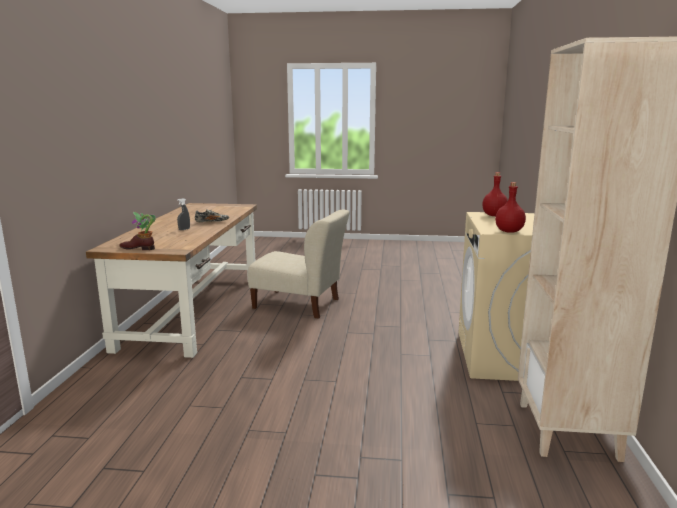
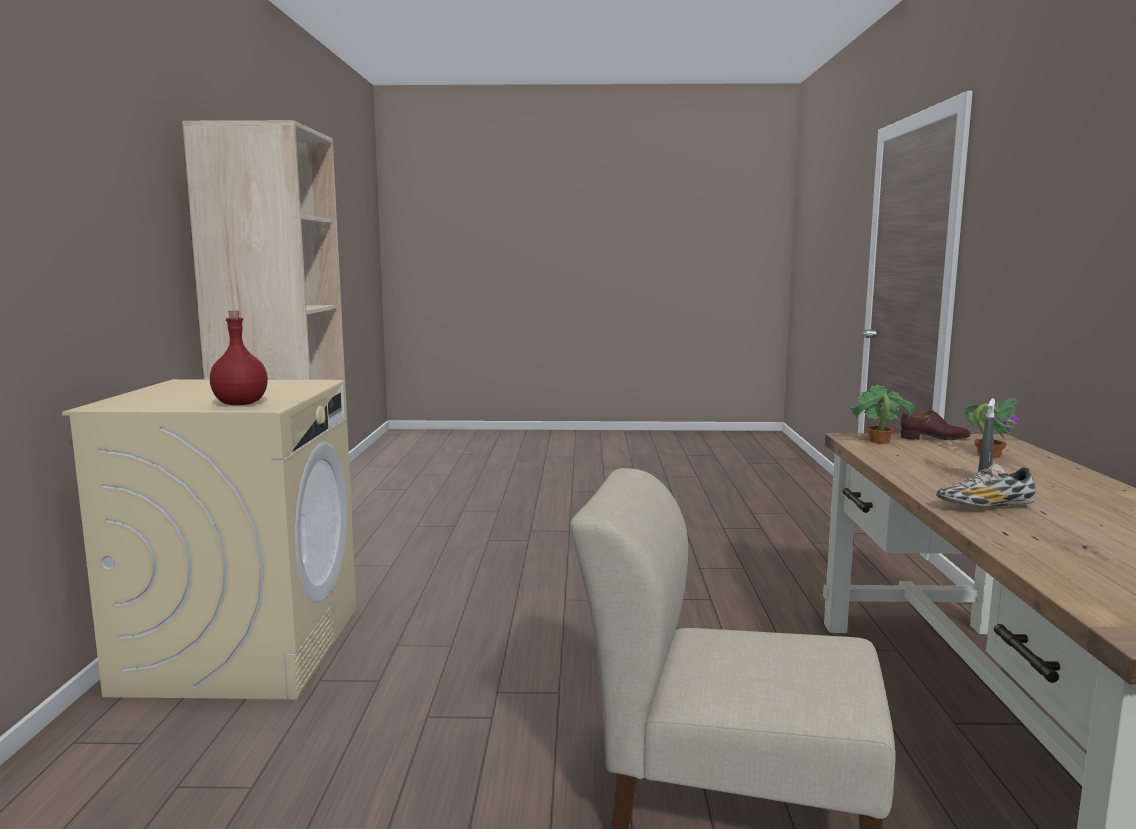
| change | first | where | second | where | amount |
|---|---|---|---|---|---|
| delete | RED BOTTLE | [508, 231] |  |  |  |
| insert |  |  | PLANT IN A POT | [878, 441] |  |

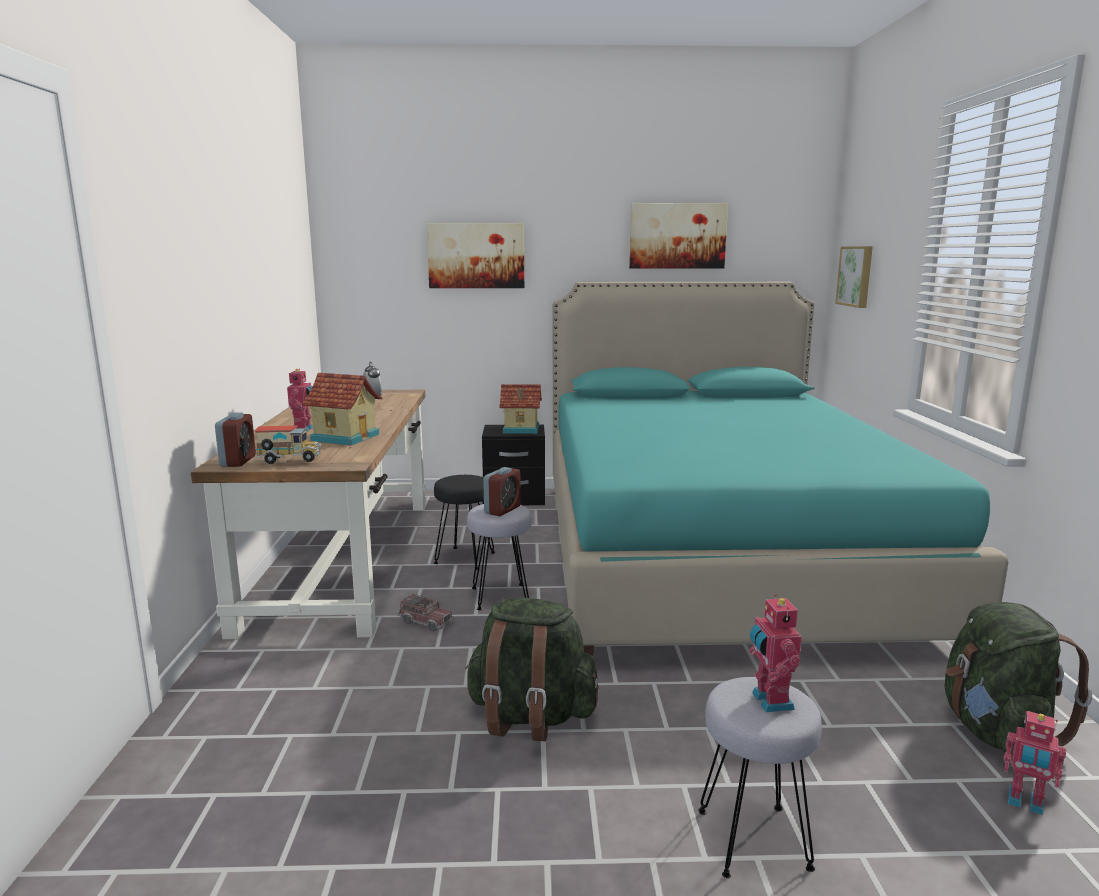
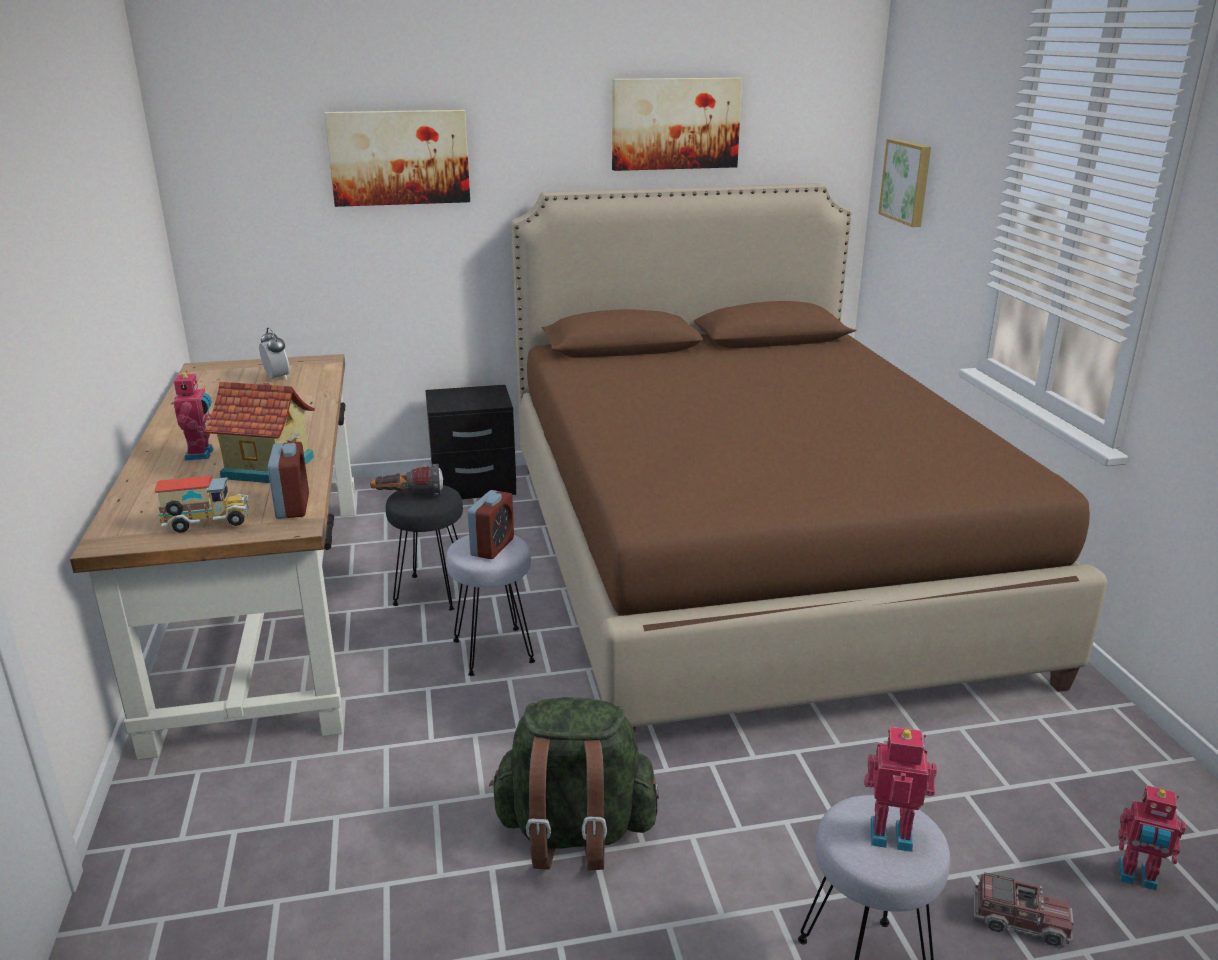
| change | first | where | second | where | amount |
|---|---|---|---|---|---|
| move | ALARM CLOCK | [238, 461] |  | [293, 506] |  |
| move | MODEL TRUCK | [426, 622] |  | [1019, 921] |  |
| delete | TOY HOUSE | [521, 429] |  |  |  |
| recolor | TURQUOISE BEDROOM BED | [713, 554] | BROWN BEDROOM BED | [743, 558] |  |
| rotate | MODEL ROBOT | [769, 701] |  | [890, 832] | 120 degrees clockwise |
| delete | GREEN KNAPSACK | [996, 732] |  |  |  |
| insert |  |  | HAND TORCH | [408, 496] |  |

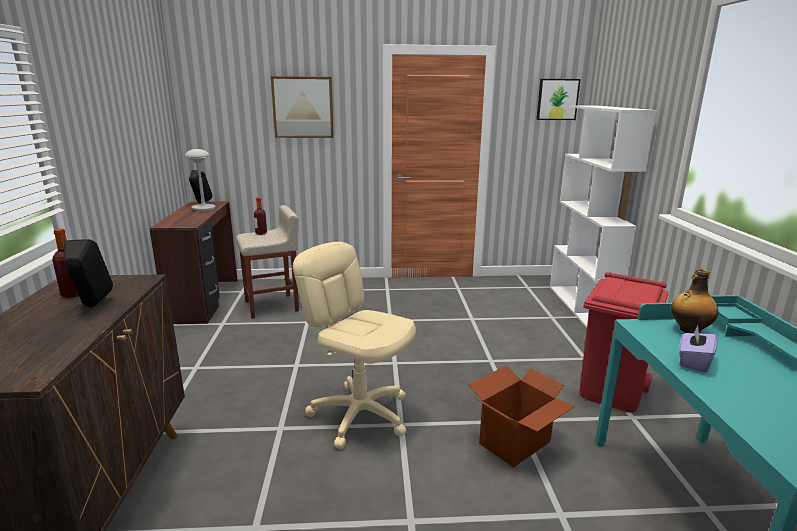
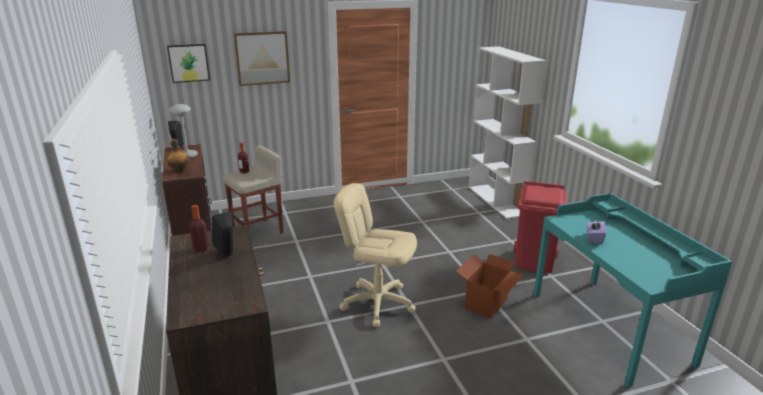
| change | first | where | second | where | amount |
|---|---|---|---|---|---|
| move | WALL ART | [557, 99] |  | [189, 63] |  |
| move | BOTTLE | [689, 330] |  | [180, 171] |  |

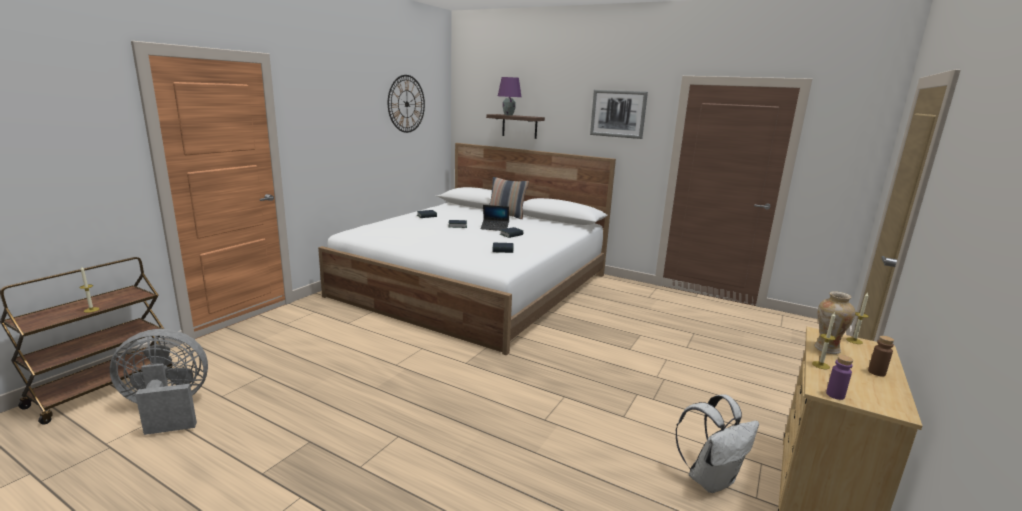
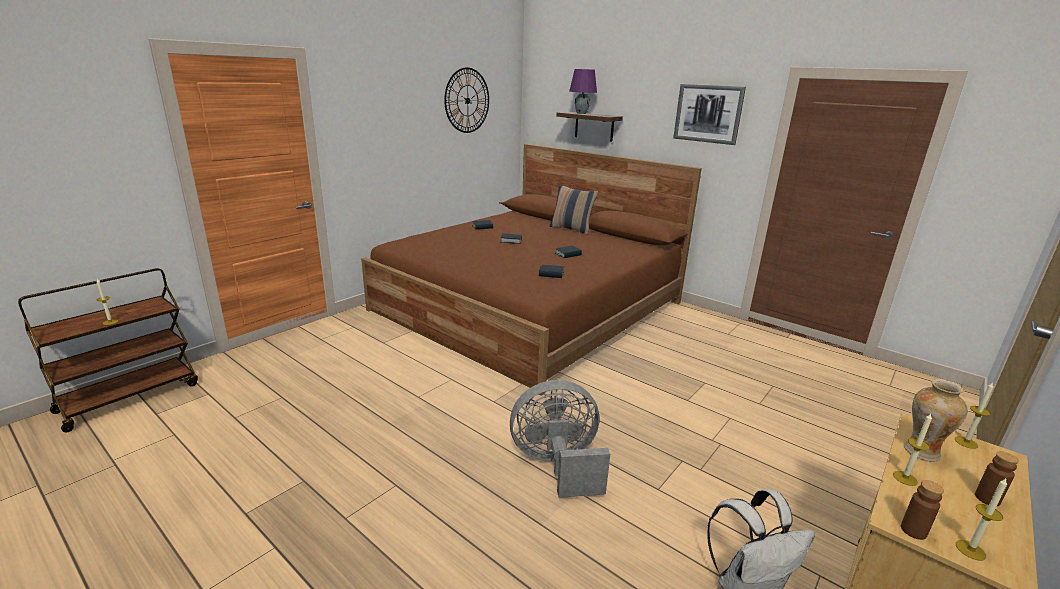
| change | first | where | second | where | amount |
|---|---|---|---|---|---|
| move | GREY ELECTRIC FAN | [167, 409] |  | [557, 465] |  |
| recolor | WHITE-COLOURED BEDROOM BED | [475, 285] | BROWN BEDROOM BED | [530, 306] |  |
| delete | PORTABLE COMPUTER | [495, 228] |  |  |  |
| recolor | PURPLE BOTTLE | [835, 395] | BROWN BOTTLE | [913, 531] |  |
| insert |  |  | WAX CANDLE | [970, 550] |  |

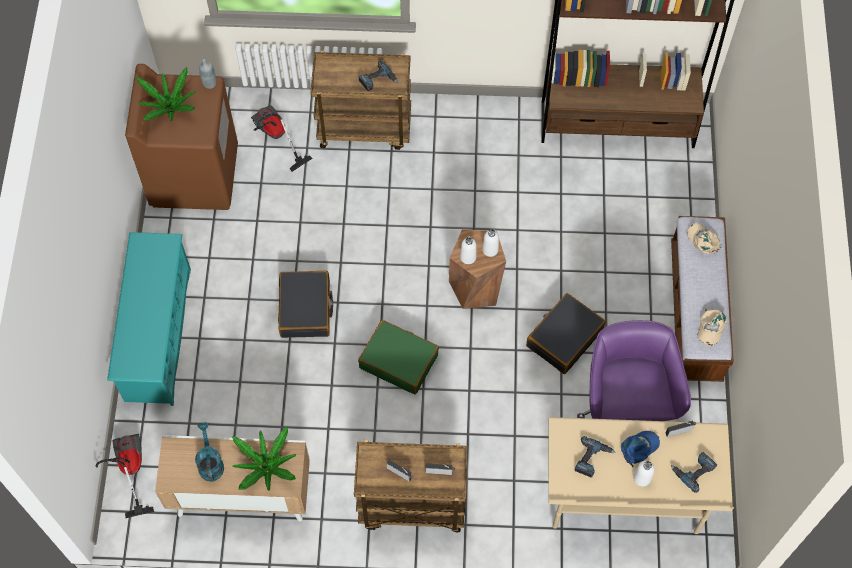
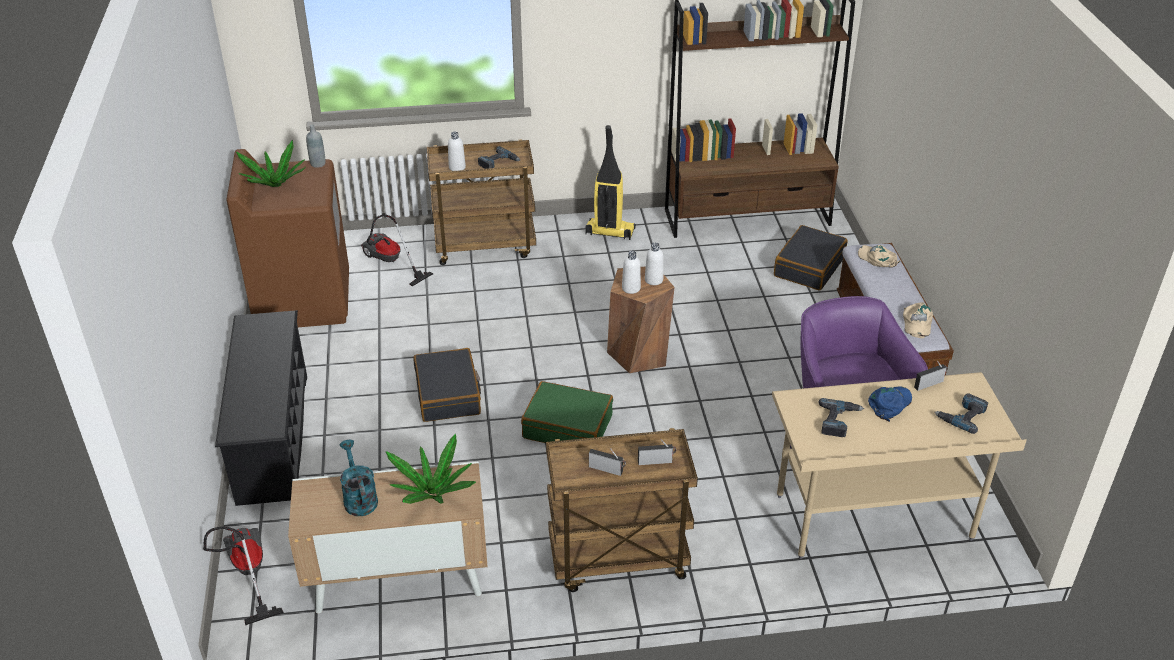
| change | first | where | second | where | amount |
|---|---|---|---|---|---|
| recolor | TURQUOISE SHOE STAND | [158, 335] | BLACK-COLOURED SHOE STAND | [273, 438] |  |
| move | BLACK-COLOURED PIECE OF LUGGAGE | [564, 337] |  | [808, 267] |  |
| move | WHITE-COLOURED BOTTLE | [642, 478] |  | [457, 167] |  |
| insert |  |  | VACUUM | [609, 232] |  |

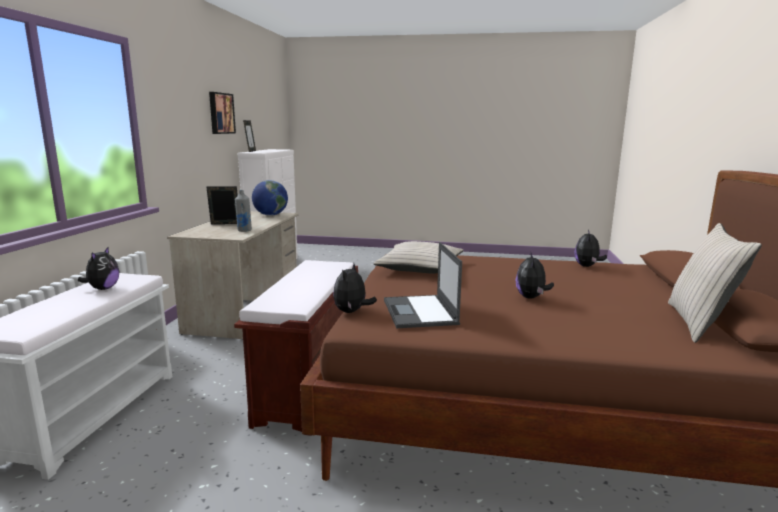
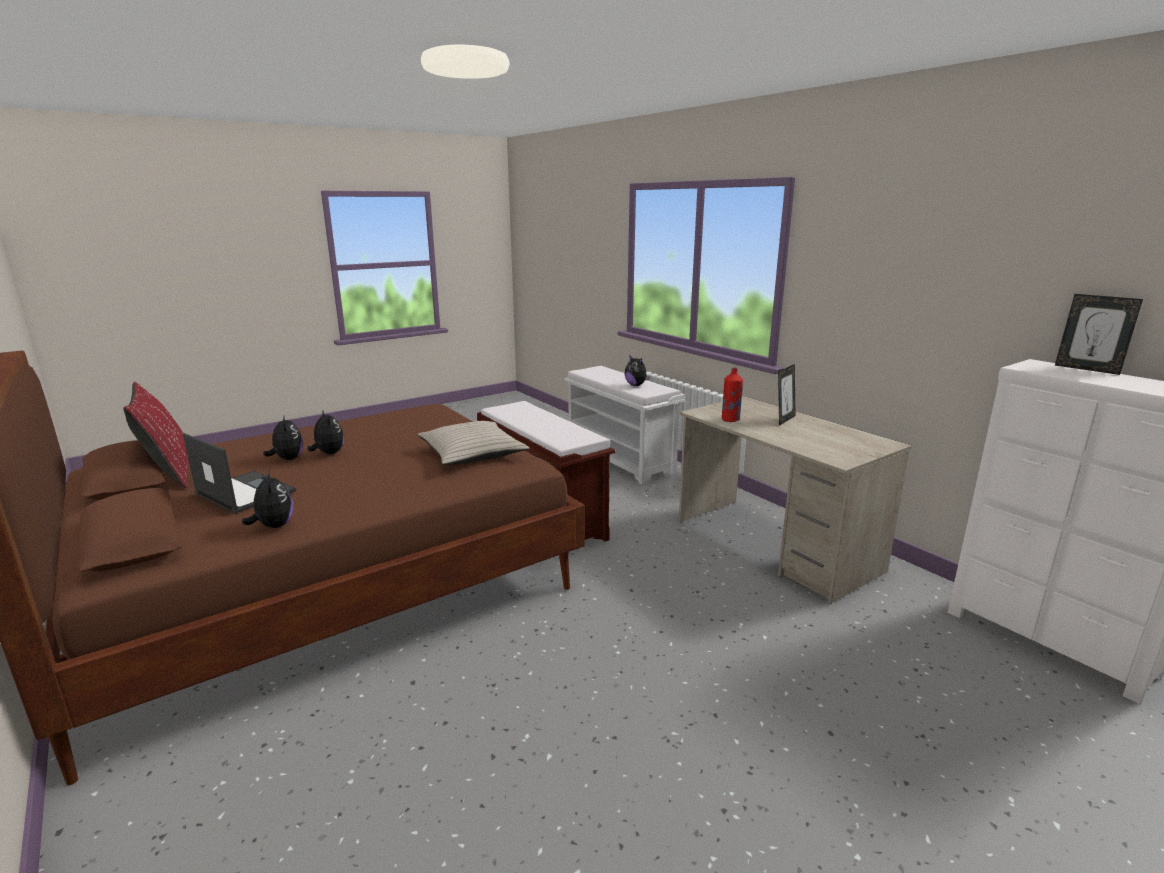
| change | first | where | second | where | amount |
|---|---|---|---|---|---|
| delete | WALL ART | [220, 113] |  |  |  |
| recolor | GREY BOTTLE | [244, 230] | RED BOTTLE | [730, 420] |  |
| delete | WORLD GLOBE | [270, 215] |  |  |  |
| move | CUDDLY TOY | [352, 312] |  | [288, 459] |  |
| move | PORTABLE COMPUTER | [420, 312] |  | [244, 492] |  |
| recolor | BEIGE THROW PILLOW | [699, 324] | RED THROW PILLOW | [169, 474] |  |

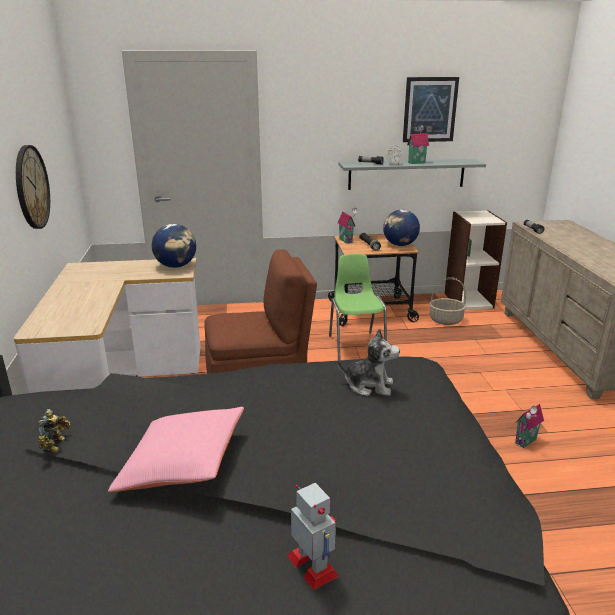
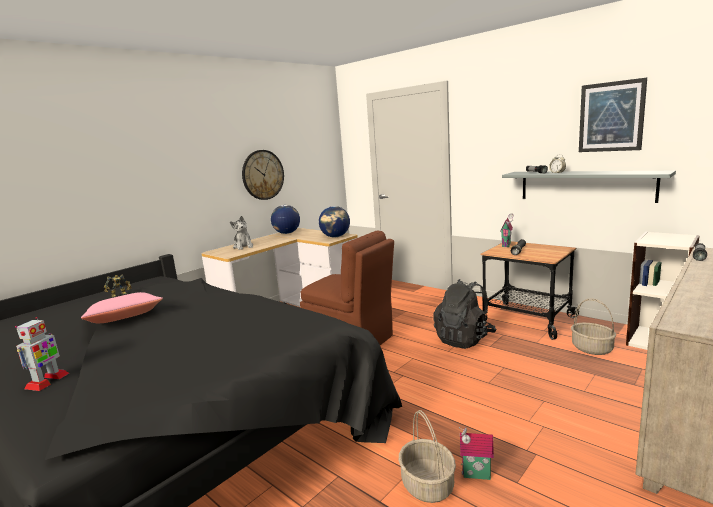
| change | first | where | second | where | amount |
|---|---|---|---|---|---|
| replace | GREEN PLAIN CHAIR | [356, 346] | BLACK-COLOURED KNAPSACK | [464, 339] |  |
| move | CUDDLY TOY | [369, 385] |  | [243, 246] |  |
| move | WORLD GLOBE | [400, 245] |  | [286, 233] |  |
| delete | TOY HOUSE | [416, 162] |  |  |  |
| insert |  |  | BASKET | [428, 485] |  |

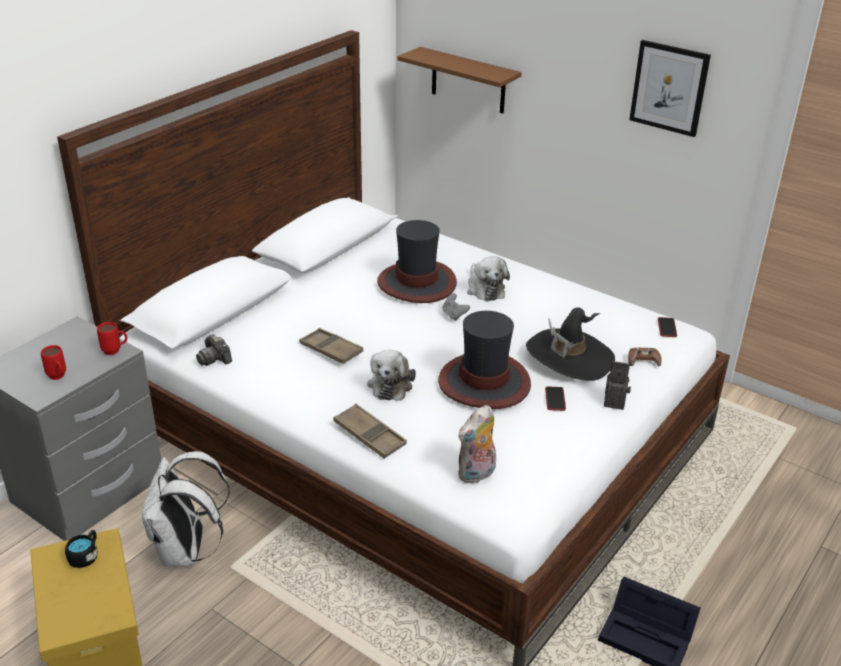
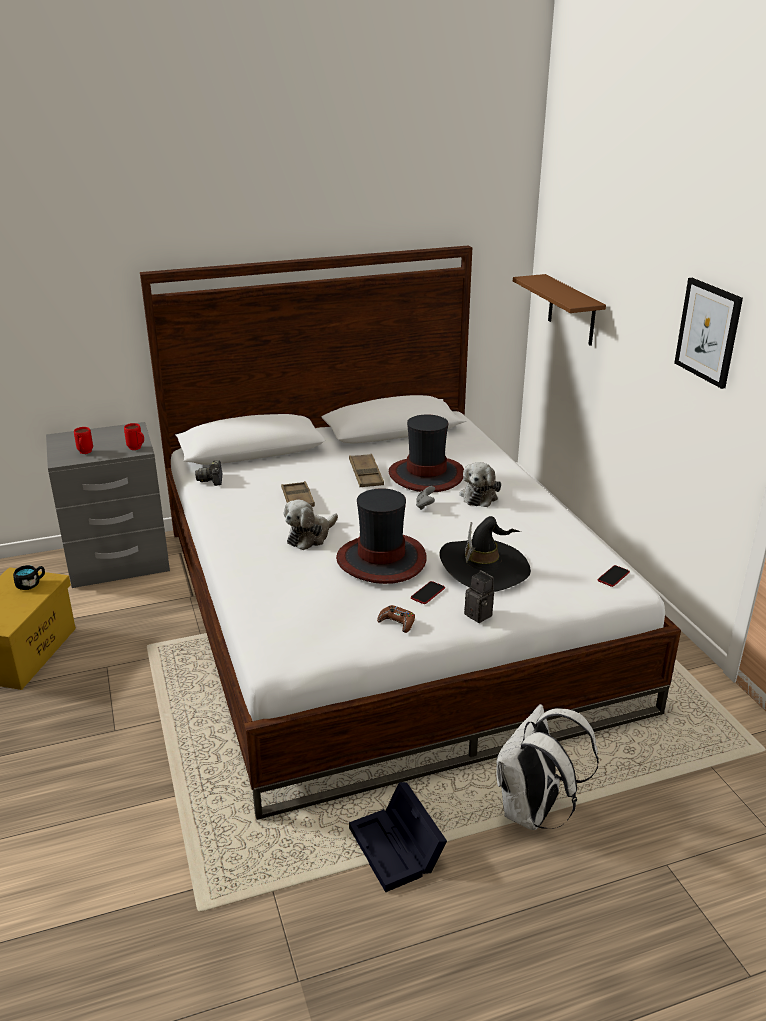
| change | first | where | second | where | amount |
|---|---|---|---|---|---|
| move | WHITE-COLOURED KNAPSACK | [186, 551] |  | [533, 812] |  |
| move | BROWN TRAY | [369, 435] |  | [366, 474] |  |
| delete | CUDDLY TOY | [477, 474] |  |  |  |
| move | BROWN JOYPAD | [643, 361] |  | [397, 622] |  |

